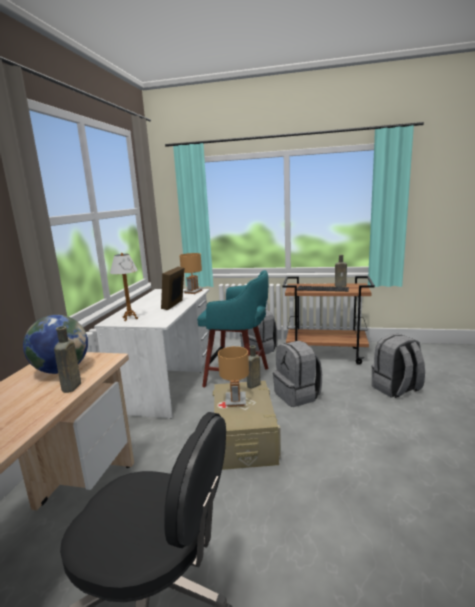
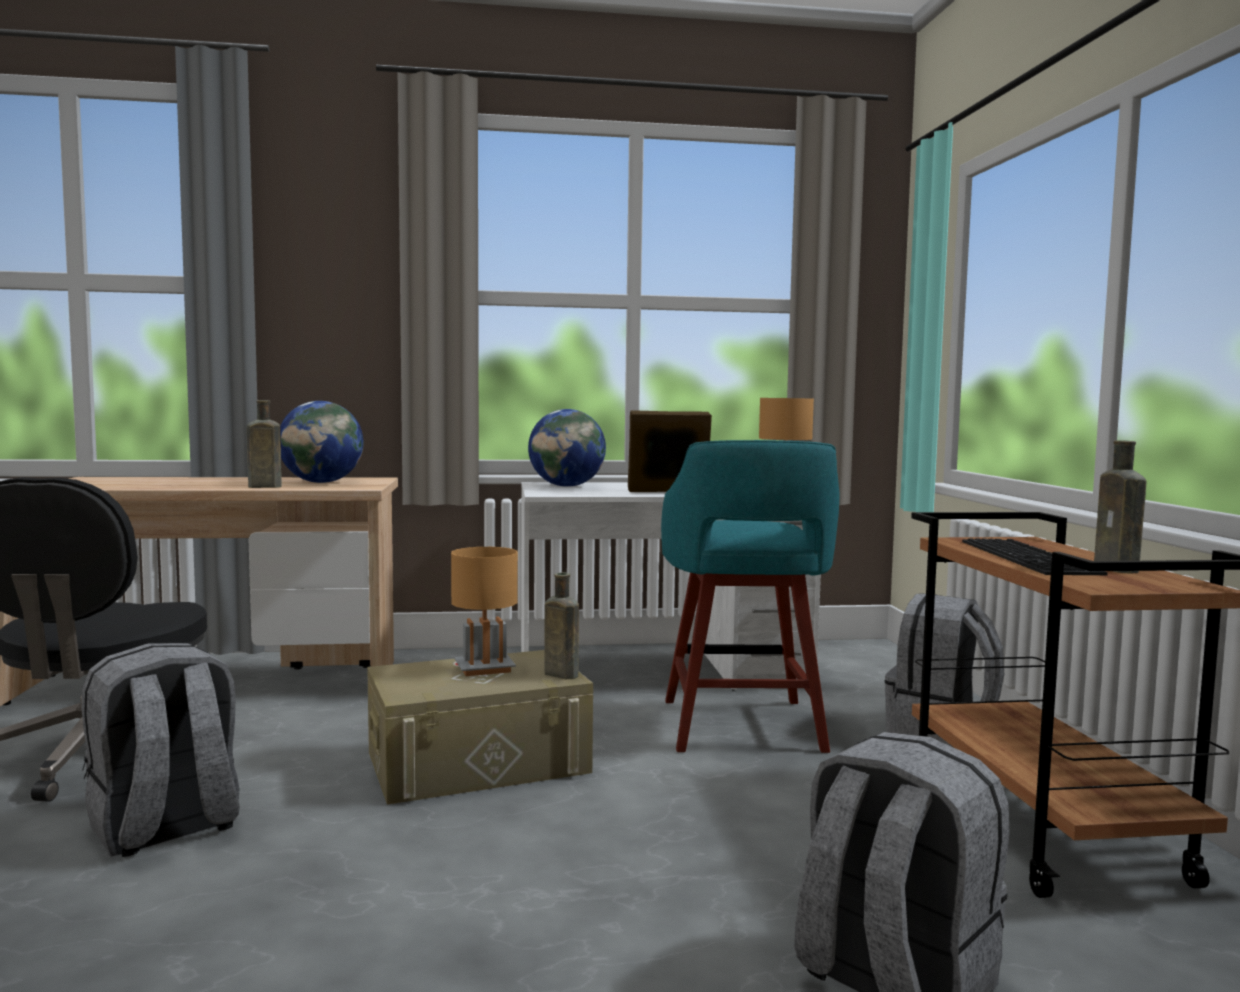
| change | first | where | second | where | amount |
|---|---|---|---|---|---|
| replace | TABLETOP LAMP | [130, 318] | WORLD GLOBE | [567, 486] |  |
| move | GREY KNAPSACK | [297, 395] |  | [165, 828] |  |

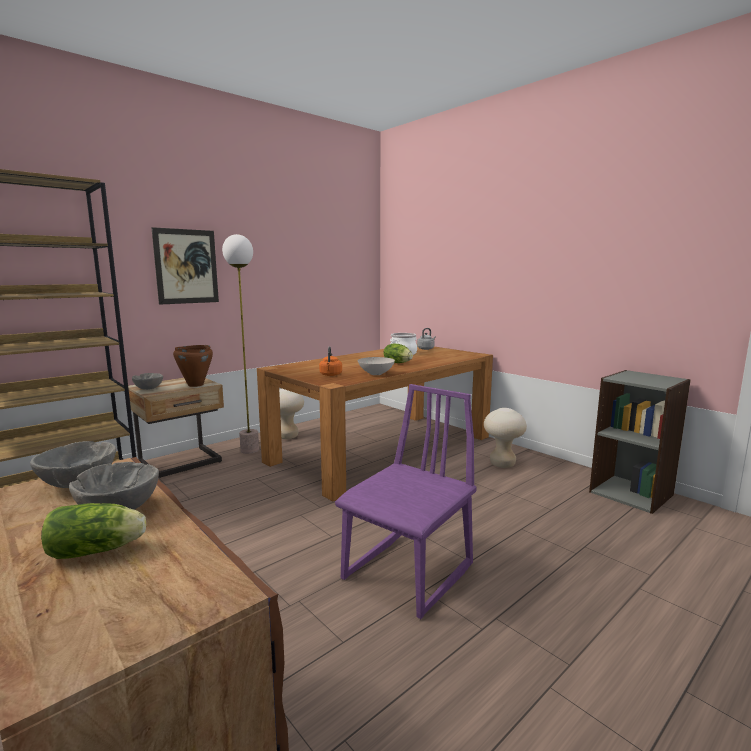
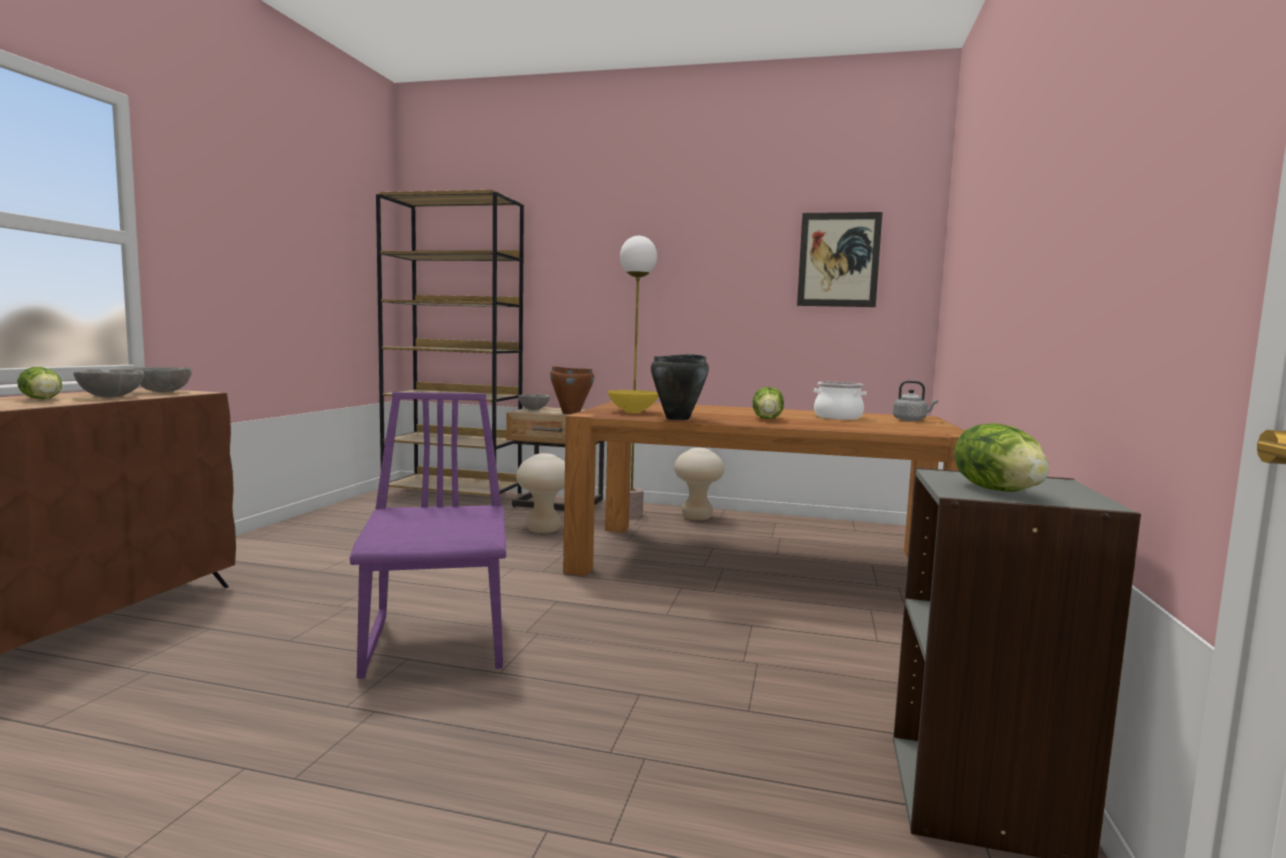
| change | first | where | second | where | amount |
|---|---|---|---|---|---|
| move | WALL ART | [186, 266] |  | [838, 260] |  |
| replace | ORANGE-COLOURED WATER KETTLE | [330, 375] | YELLOW DEEP DISH | [632, 412] |  |
| rotate | PURPLE PLAIN CHAIR | [409, 573] |  | [439, 643] | 105 degrees counterclockwise |
| replace | WHITE-COLOURED DEEP DISH | [376, 374] | BLACK-COLOURED COOKING POT | [678, 418] |  |
| move | BEIGE SITTING STOOL | [502, 464] |  | [543, 530] |  |
| insert |  |  | HEAD OF LETTUCE | [998, 490] |  |

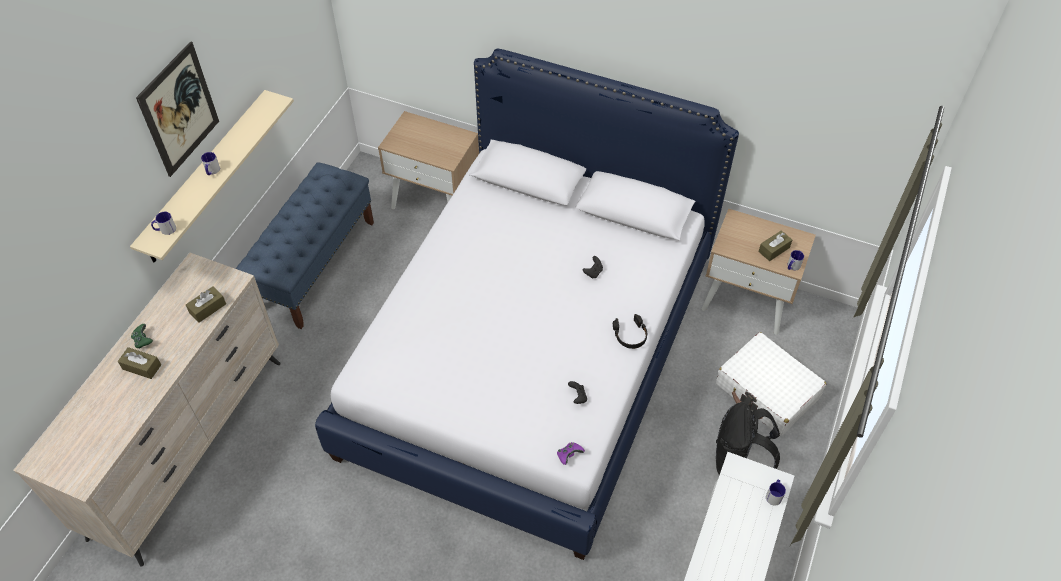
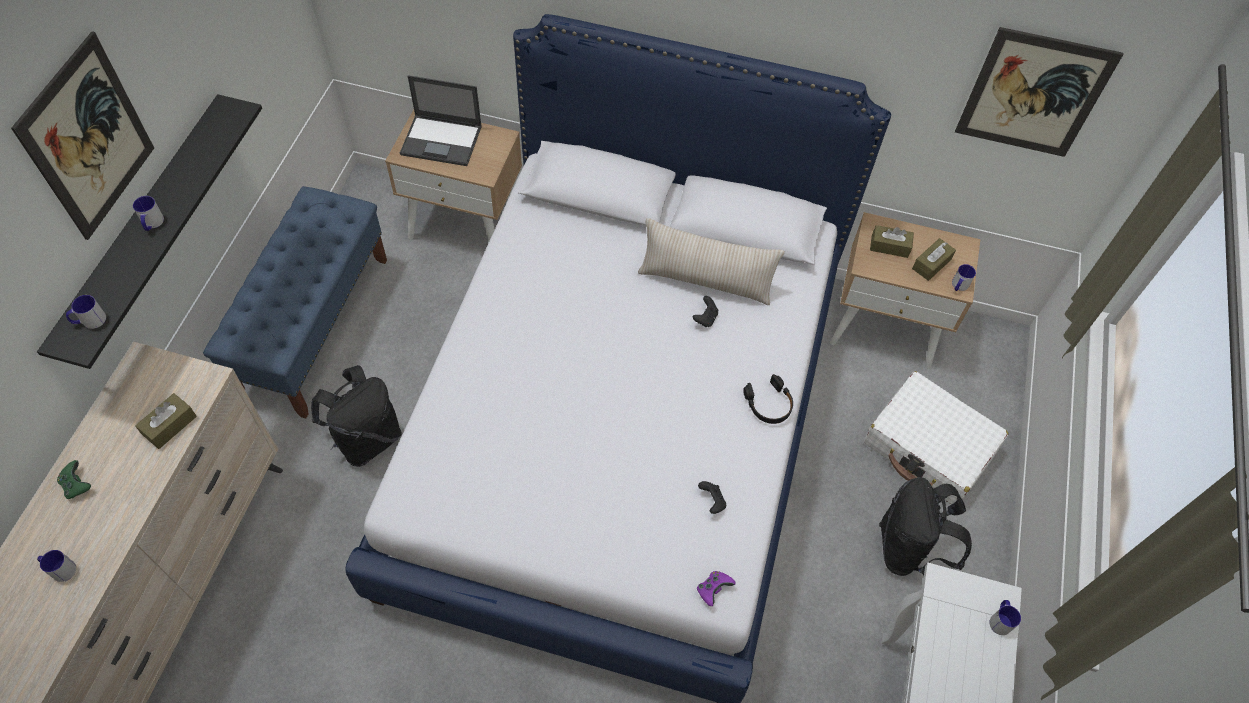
| change | first | where | second | where | amount |
|---|---|---|---|---|---|
| move | BROWN TISSUE HOLDER | [142, 367] |  | [889, 246] |  |
| recolor | BEIGE BRACKET SHELF | [206, 177] | BLACK-COLOURED BRACKET SHELF | [145, 230] |  |
| insert |  |  | TEA MUG | [60, 569] |  |
| insert |  |  | BLACK-COLOURED KNAPSACK | [367, 439] |  |
| insert |  |  | PORTABLE COMPUTER | [442, 140] |  |
| insert |  |  | BEIGE THROW PILLOW | [705, 281] |  |
| insert |  |  | WALL ART | [1033, 94] |  |

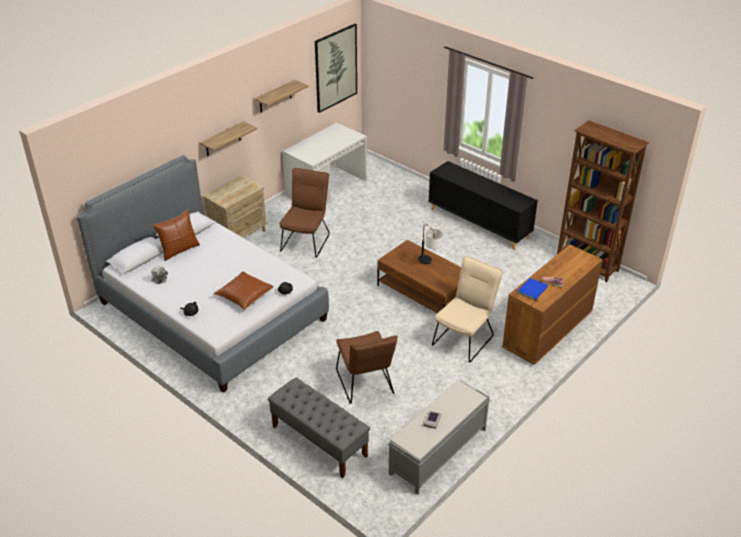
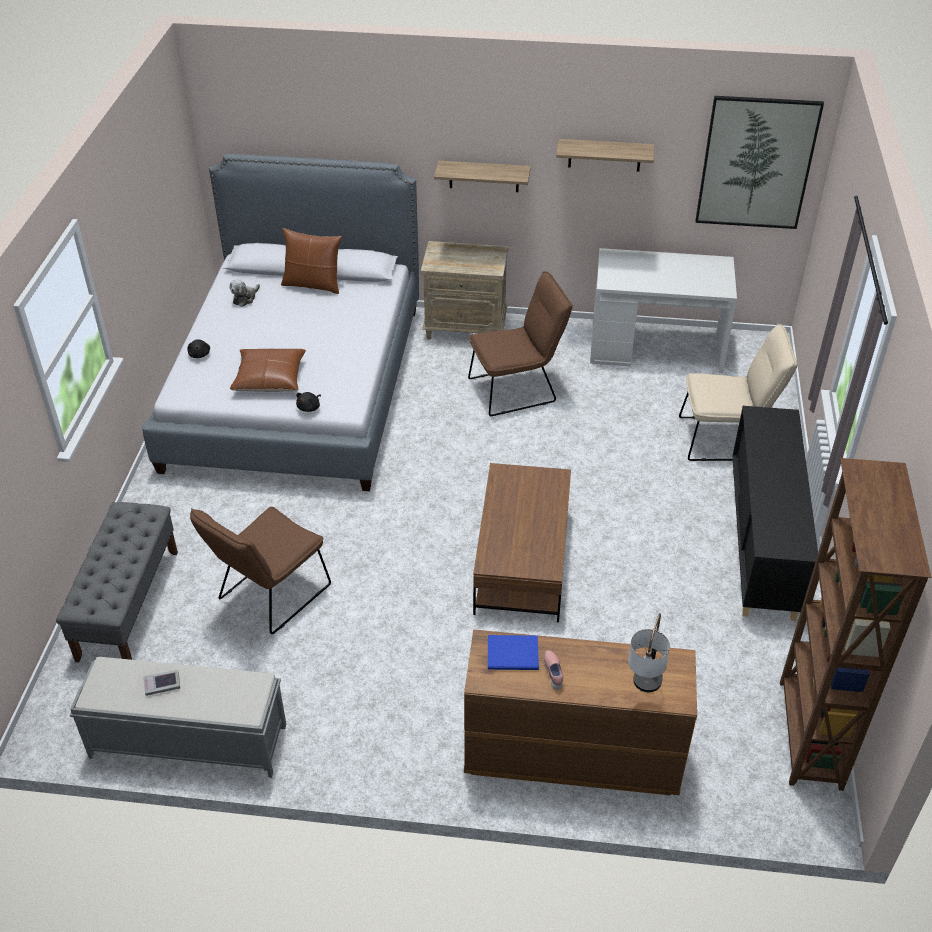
| change | first | where | second | where | amount |
|---|---|---|---|---|---|
| move | TABLETOP LAMP | [429, 263] |  | [643, 691] |  |
| move | BEIGE PLAIN CHAIR | [465, 338] |  | [727, 439] |  |

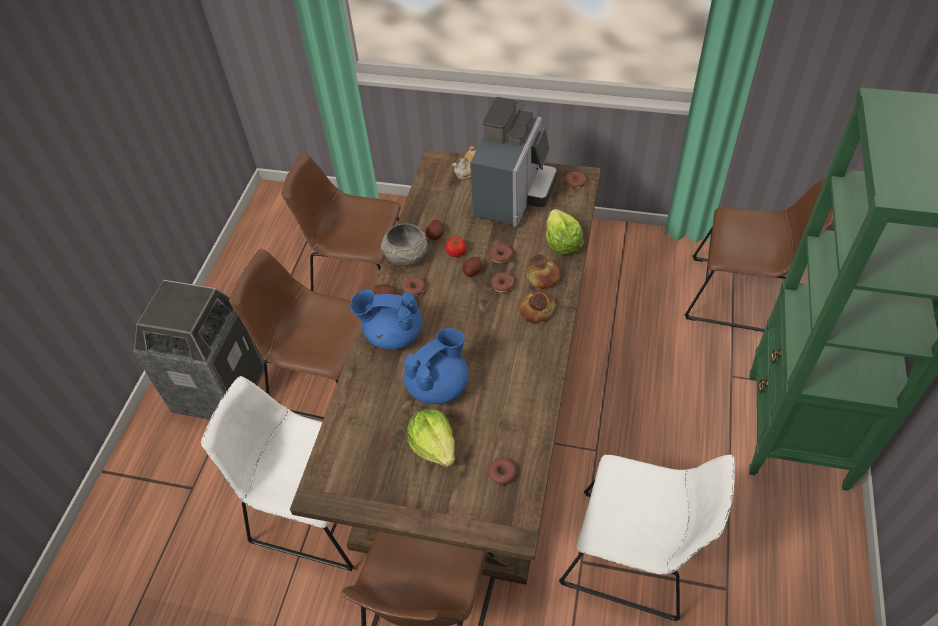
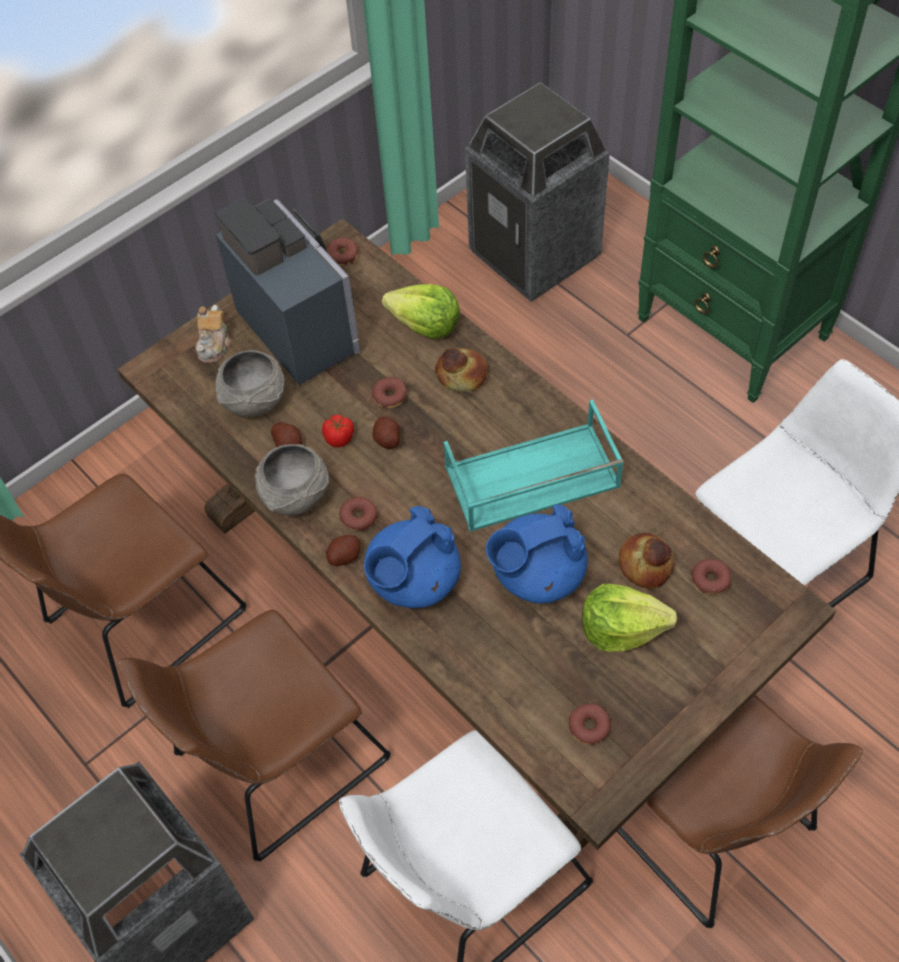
| change | first | where | second | where | amount |
|---|---|---|---|---|---|
| rotate | BLUE POT FOR TEA | [438, 385] |  | [536, 574] | 105 degrees counterclockwise |
| move | DONUT | [502, 285] |  | [589, 727] |  |
| move | BREAD | [537, 310] |  | [646, 564] |  |
| replace | BROWN PLAIN CHAIR | [741, 297] | TRASH CAN | [535, 254] |  |
| insert |  |  | GREY DEEP DISH | [254, 401] |  |
| insert |  |  | TURQUOISE TRAY | [530, 479] |  |

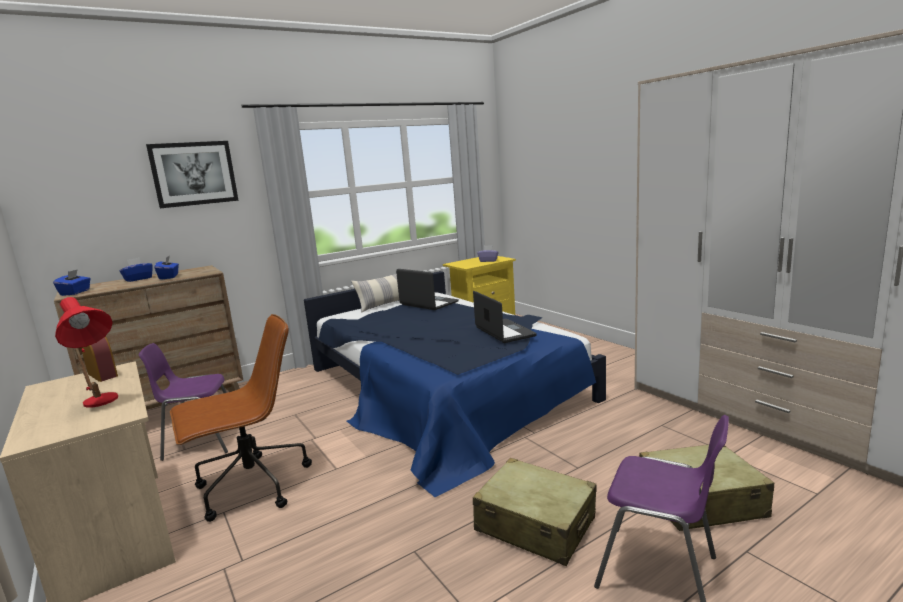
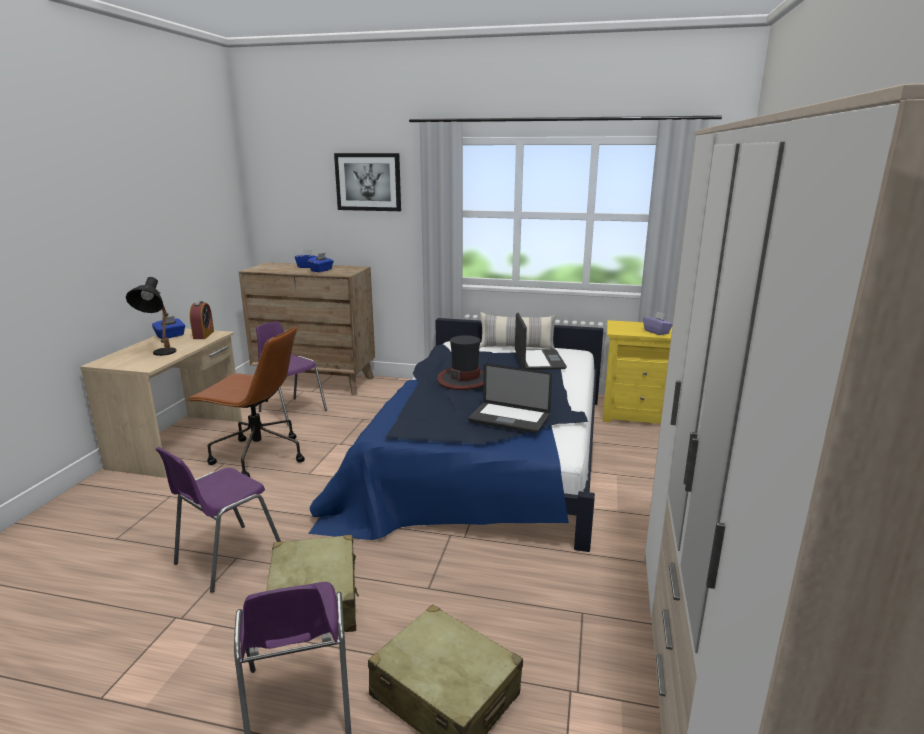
| change | first | where | second | where | amount |
|---|---|---|---|---|---|
| move | BLUE TISSUE HOLDER | [75, 292] |  | [170, 336] |  |
| recolor | RED TABLETOP LAMP | [102, 404] | BLACK-COLOURED TABLETOP LAMP | [160, 354] |  |
| rotate | PORTABLE COMPUTER | [504, 332] |  | [509, 419] | 90 degrees clockwise |
| insert |  |  | PURPLE PLAIN CHAIR | [226, 558] |  |
| insert |  |  | WEARABLE HAT | [465, 380] |  |

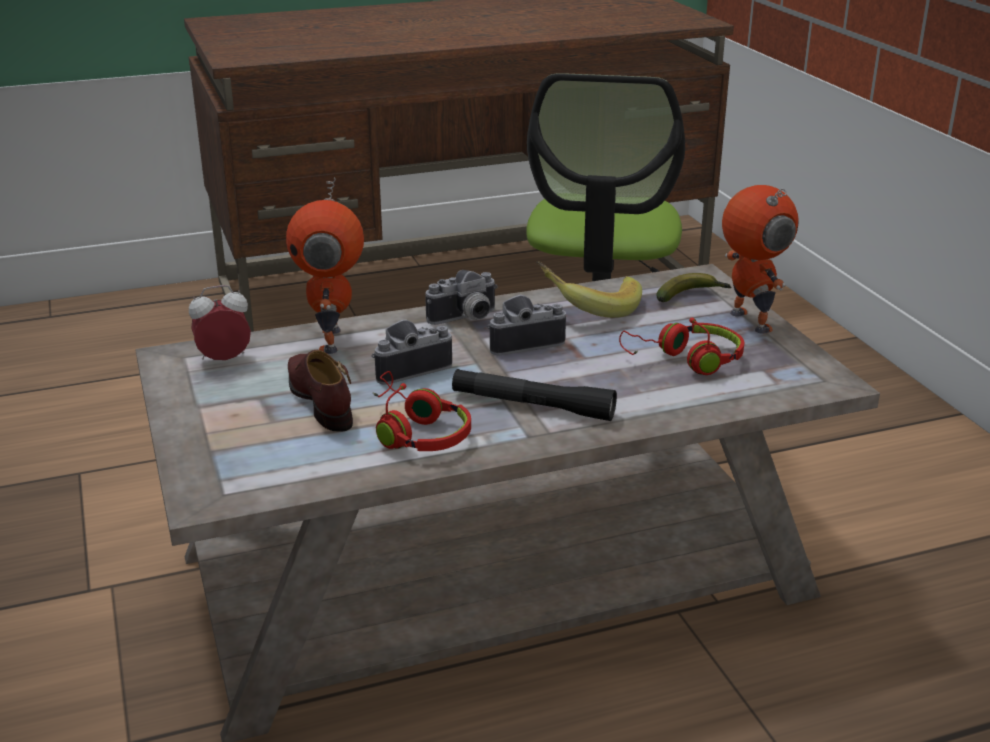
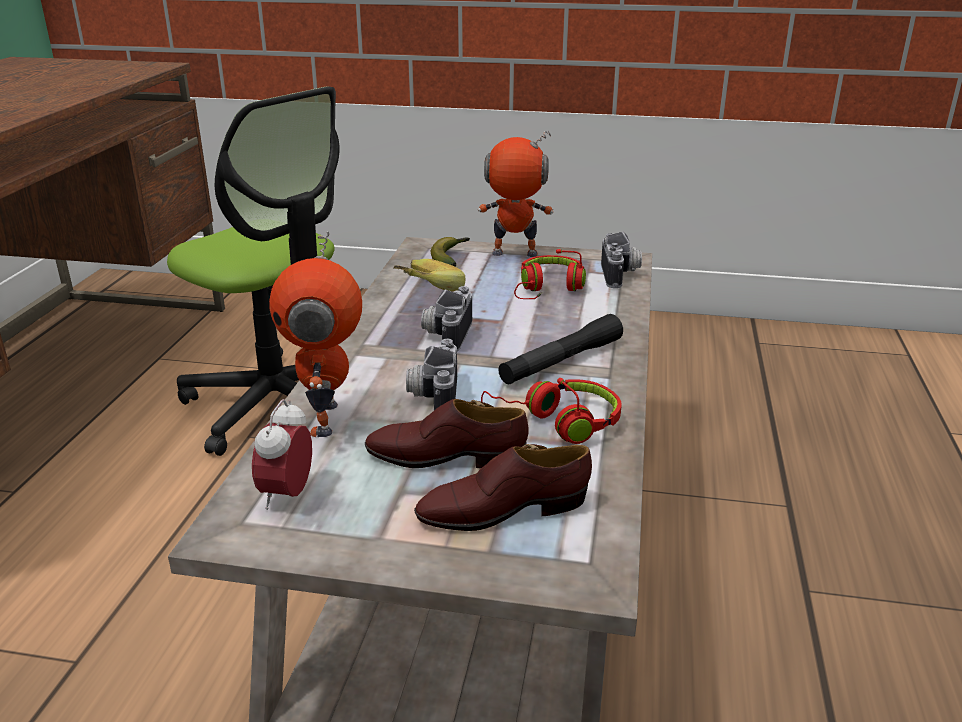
| change | first | where | second | where | amount |
|---|---|---|---|---|---|
| rotate | MODEL ROBOT | [333, 340] |  | [328, 419] | 60 degrees clockwise |
| move | STILL CAMERA | [466, 319] |  | [621, 275] |  |
| insert |  |  | BROWN ITEM OF FOOTWEAR | [502, 509] |  |

